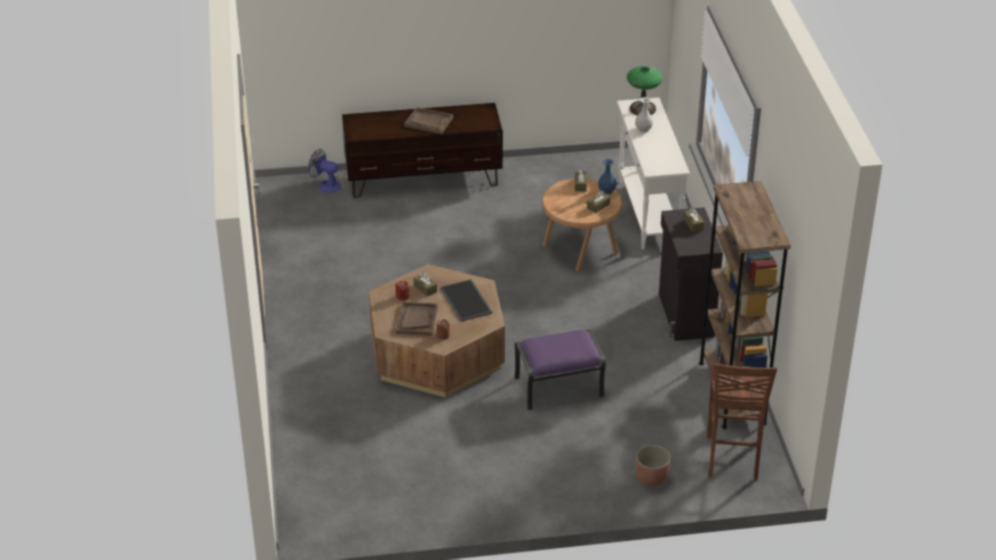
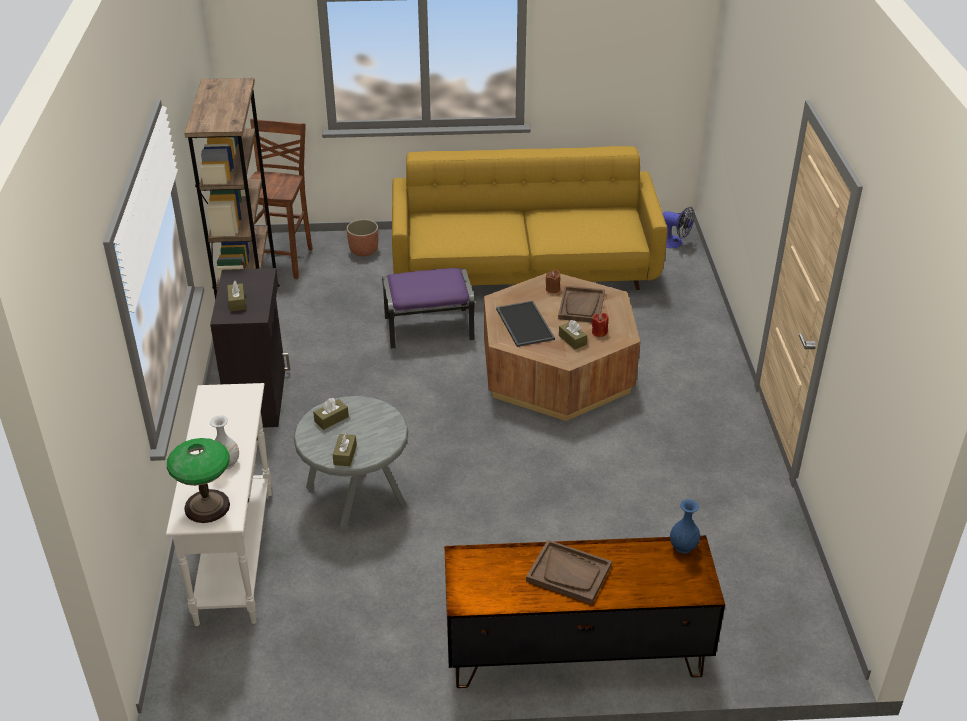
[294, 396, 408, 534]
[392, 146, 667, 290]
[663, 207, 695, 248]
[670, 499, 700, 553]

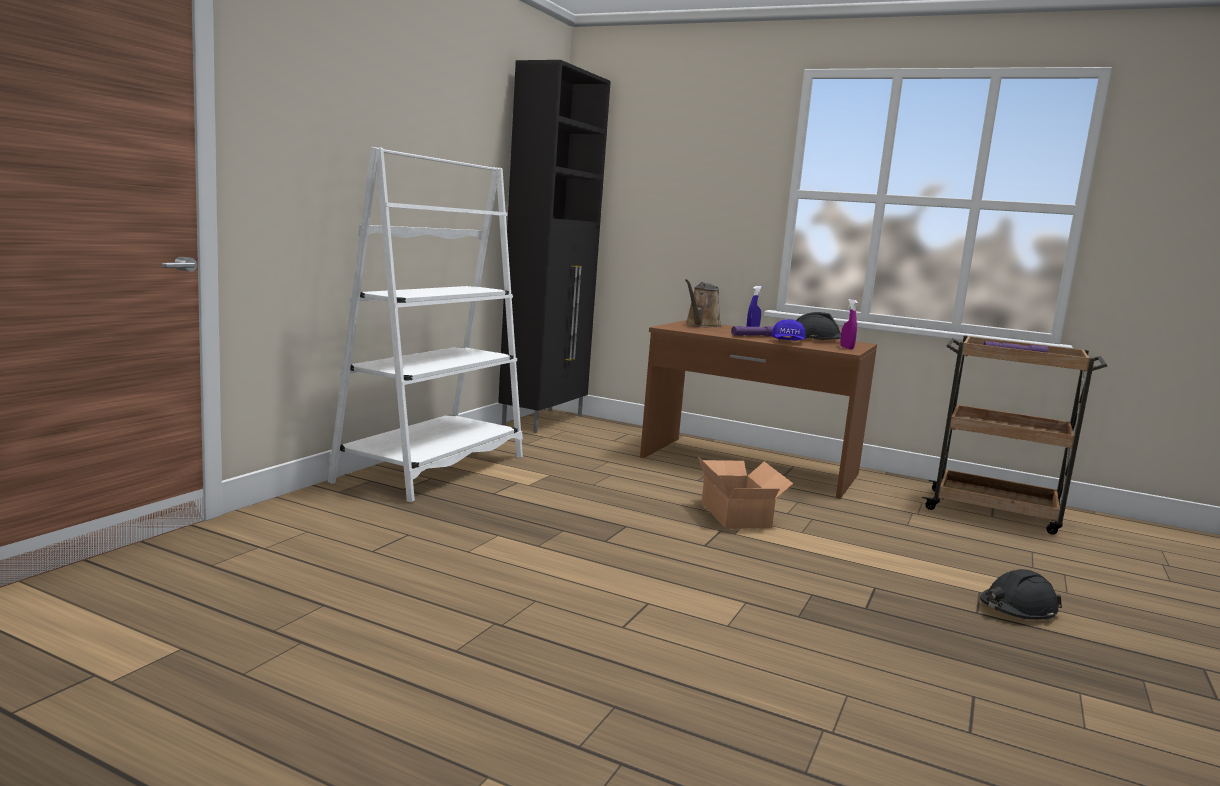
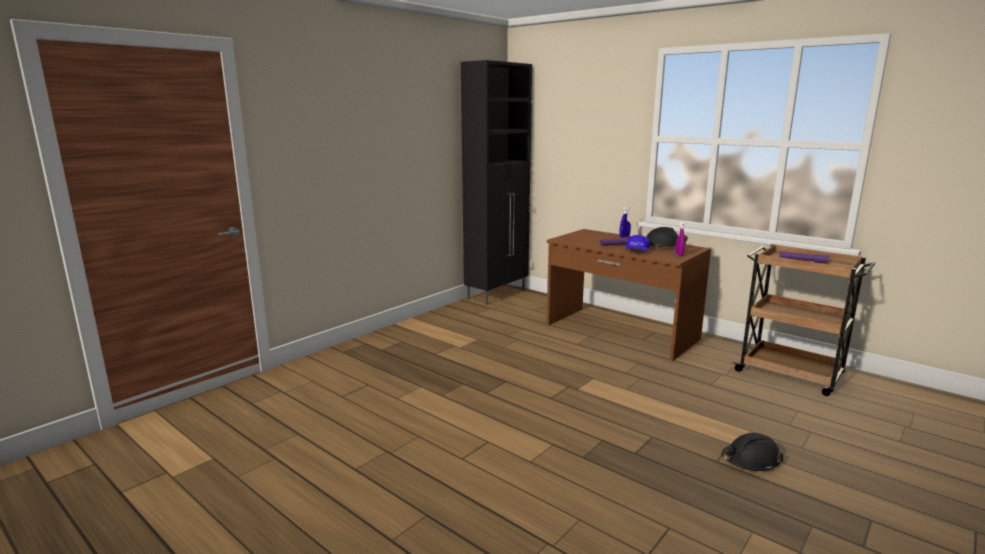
[328, 147, 523, 502] (first image)
[685, 279, 722, 327] (first image)
[698, 457, 793, 528] (first image)

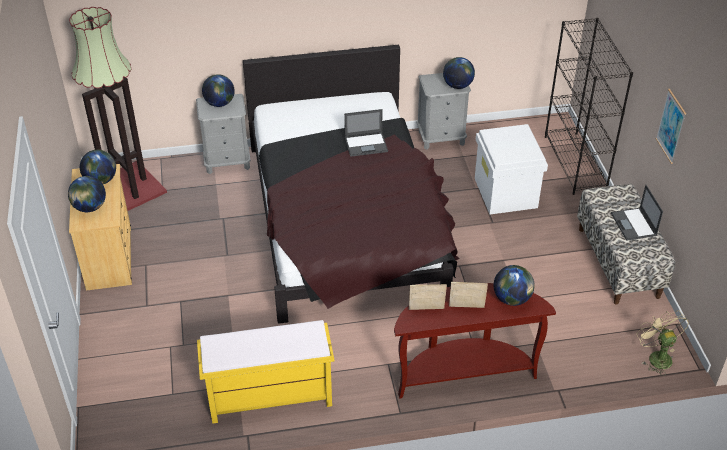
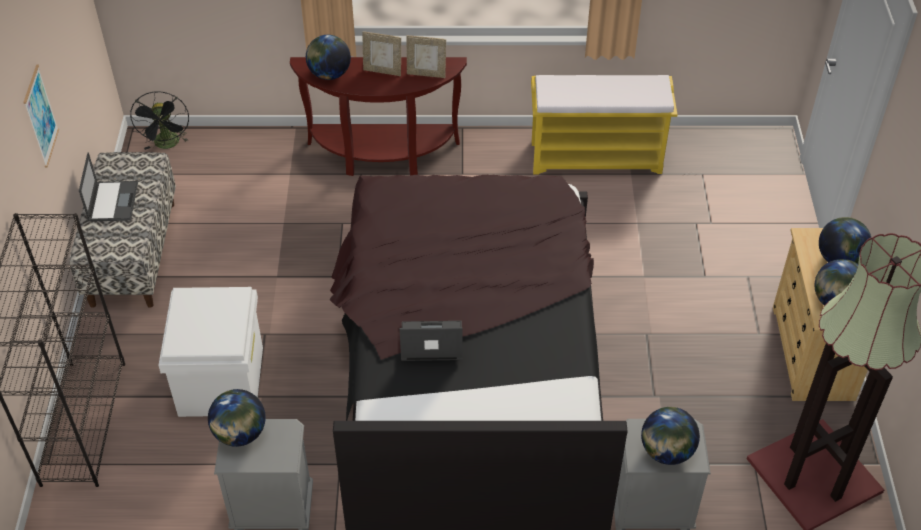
[130, 91, 189, 150]

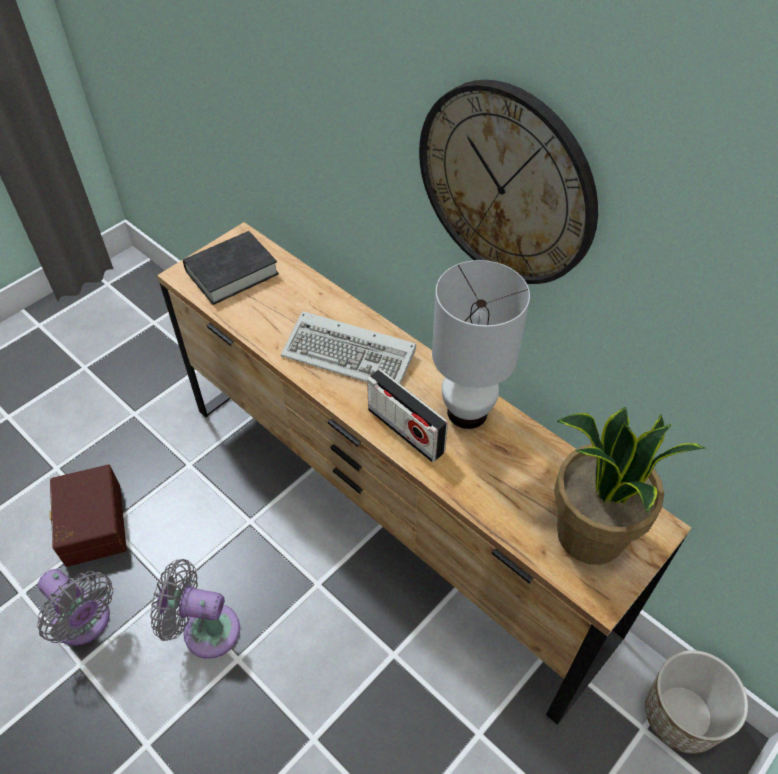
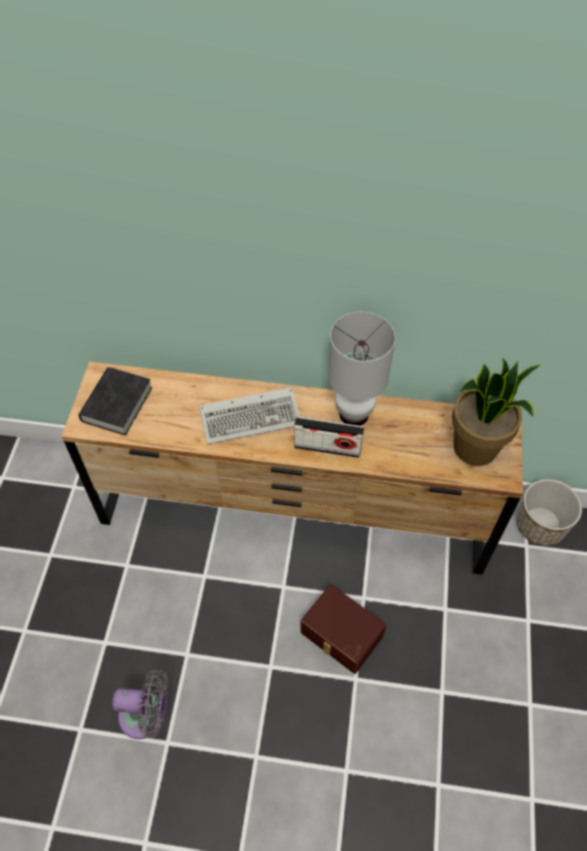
[300, 584, 386, 674]
[150, 559, 240, 659] (first image)
[419, 80, 598, 284] (first image)

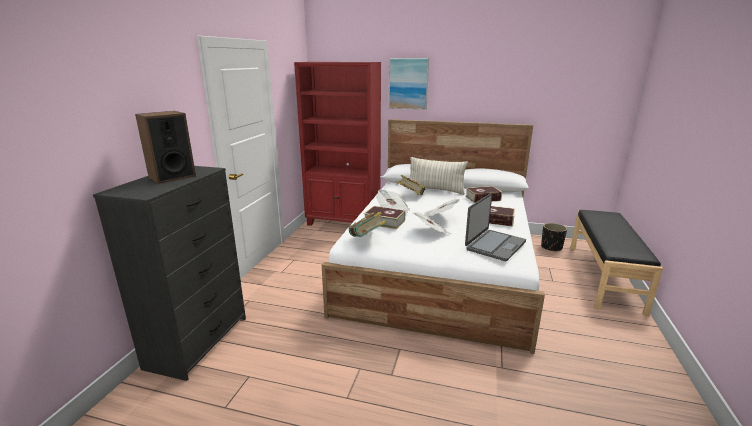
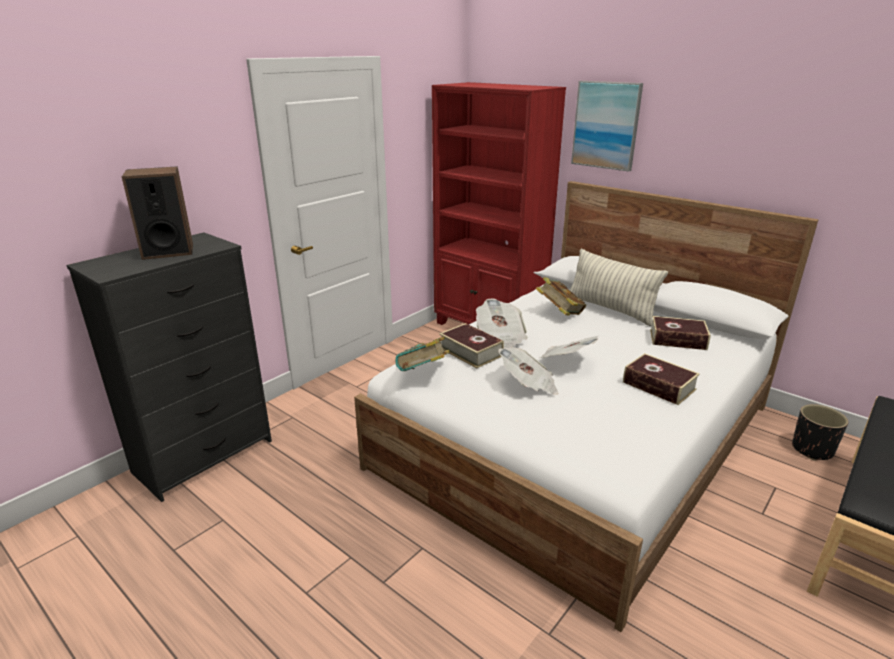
[465, 193, 526, 261] (first image)

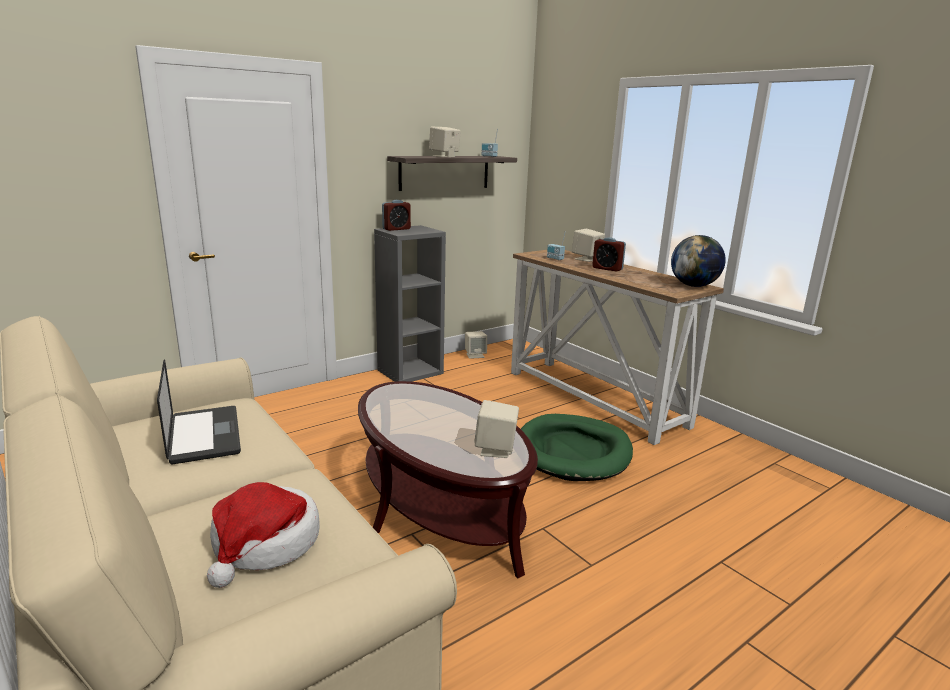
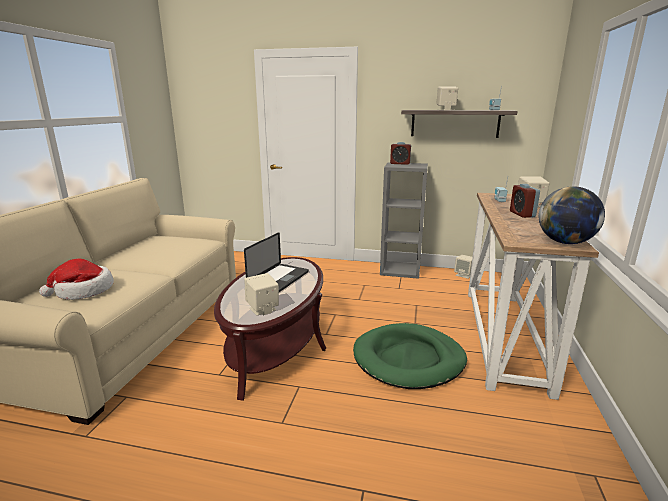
[244, 233, 309, 292]

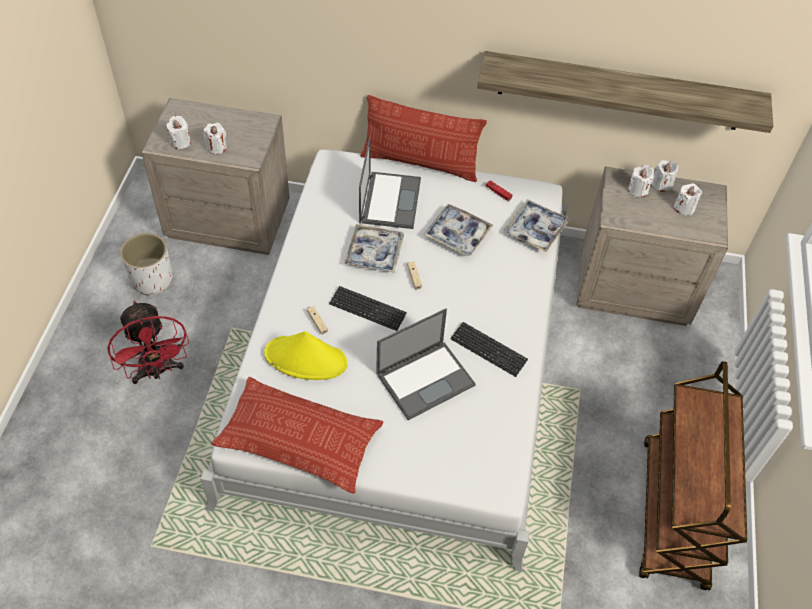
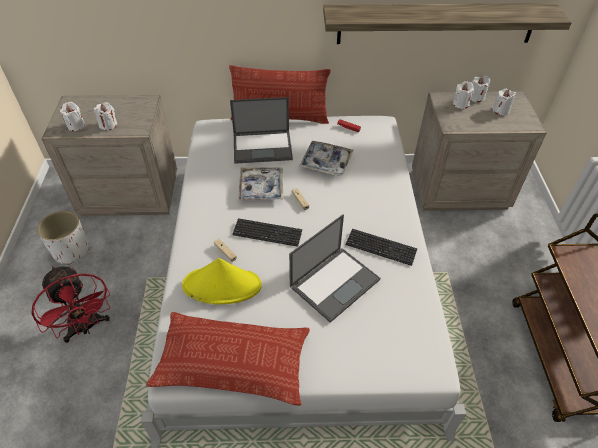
[230, 97, 293, 164]
[503, 199, 570, 252] (first image)

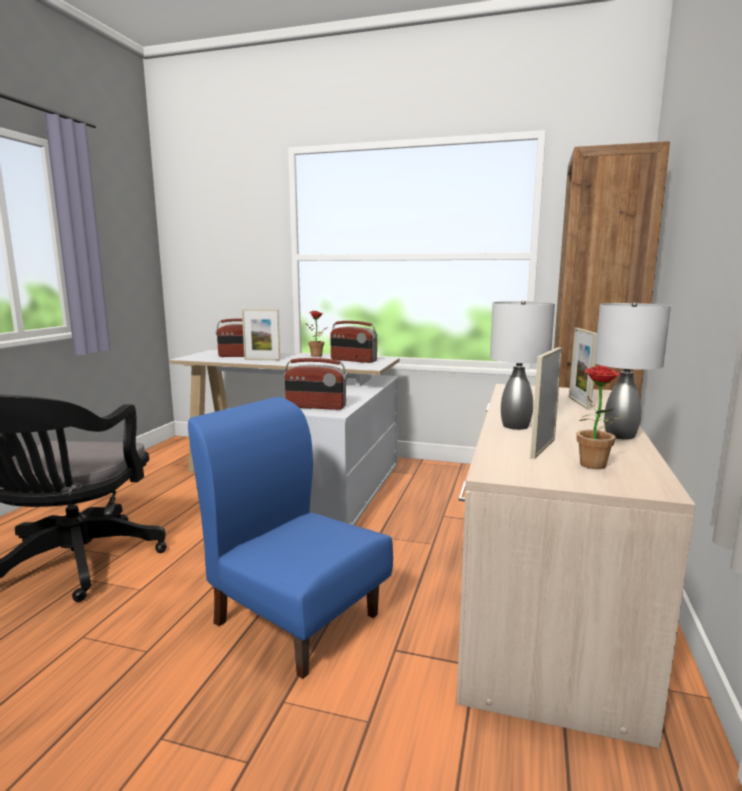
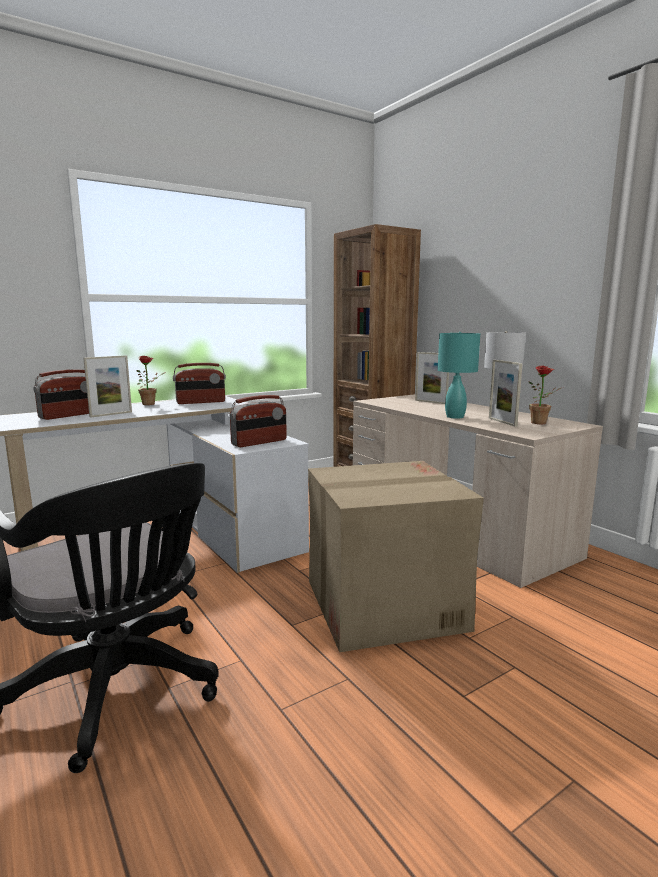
[308, 461, 484, 652]
[438, 332, 480, 419]

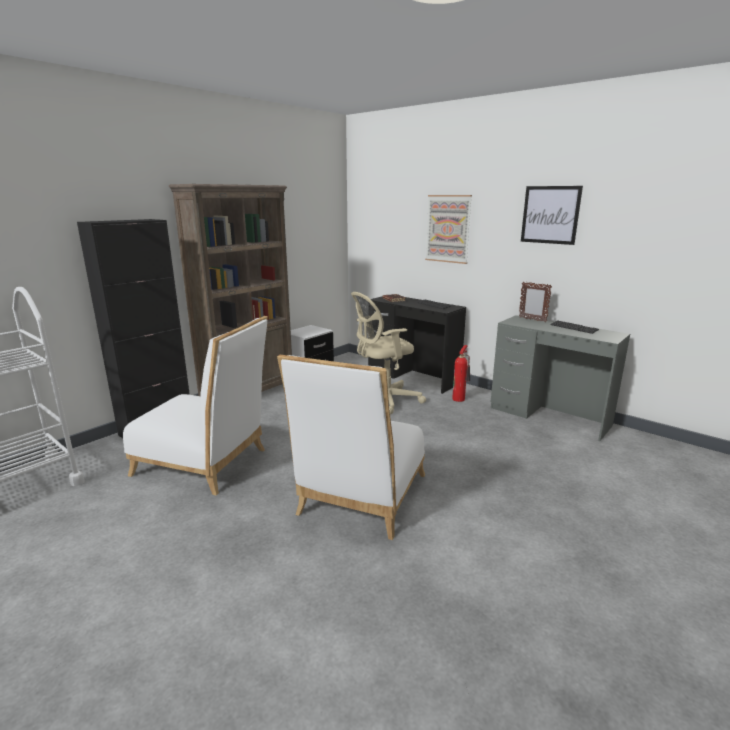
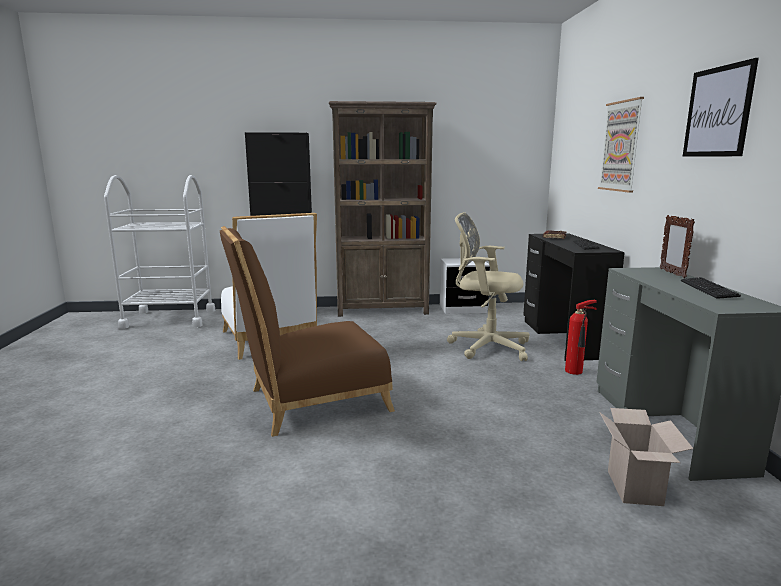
[220, 226, 395, 437]
[599, 408, 693, 506]

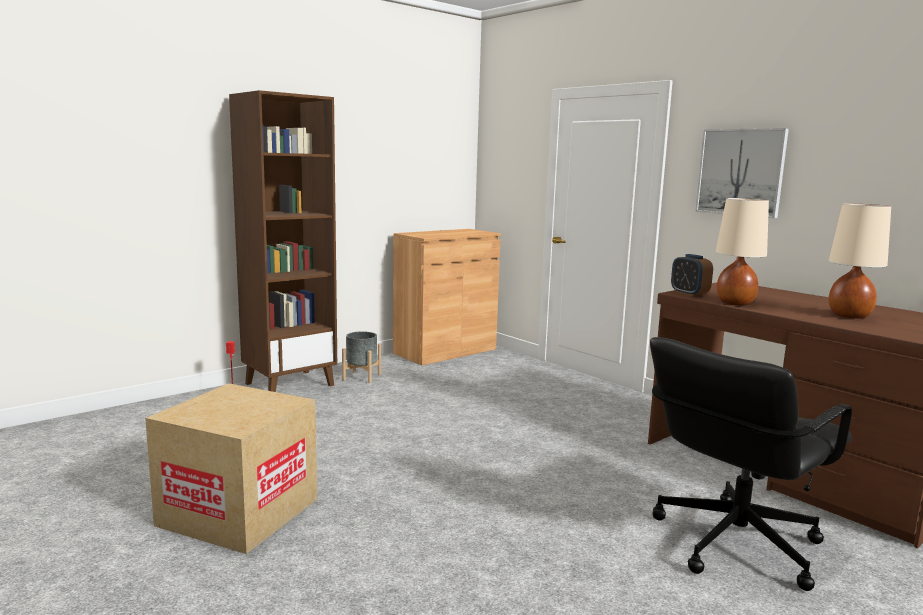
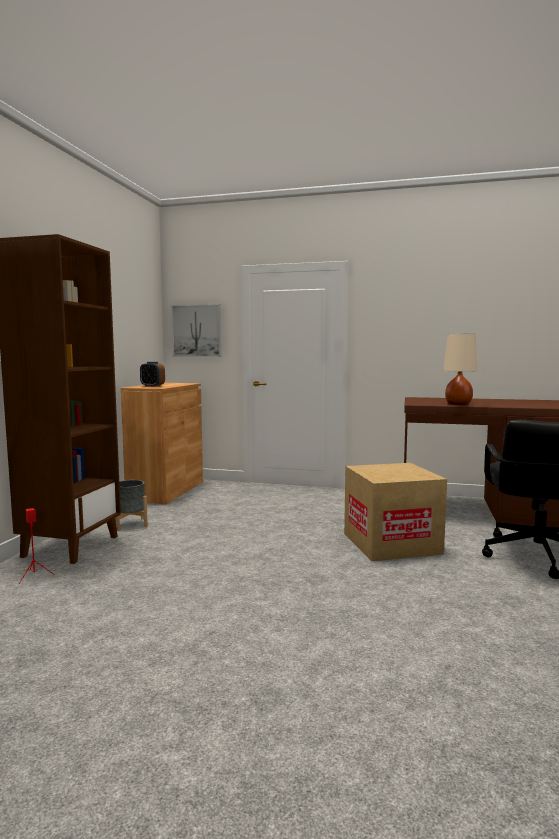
[140, 362, 165, 387]
[172, 304, 222, 357]
[344, 463, 447, 561]
[828, 203, 891, 319] (first image)

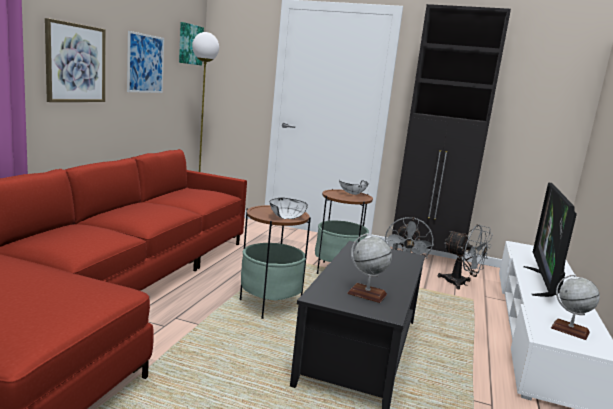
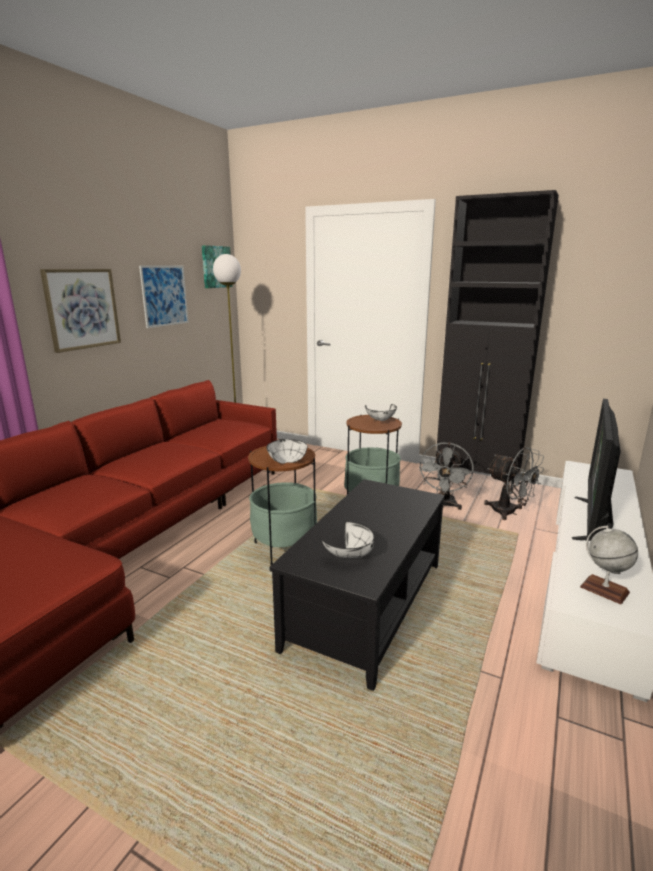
[322, 522, 374, 558]

